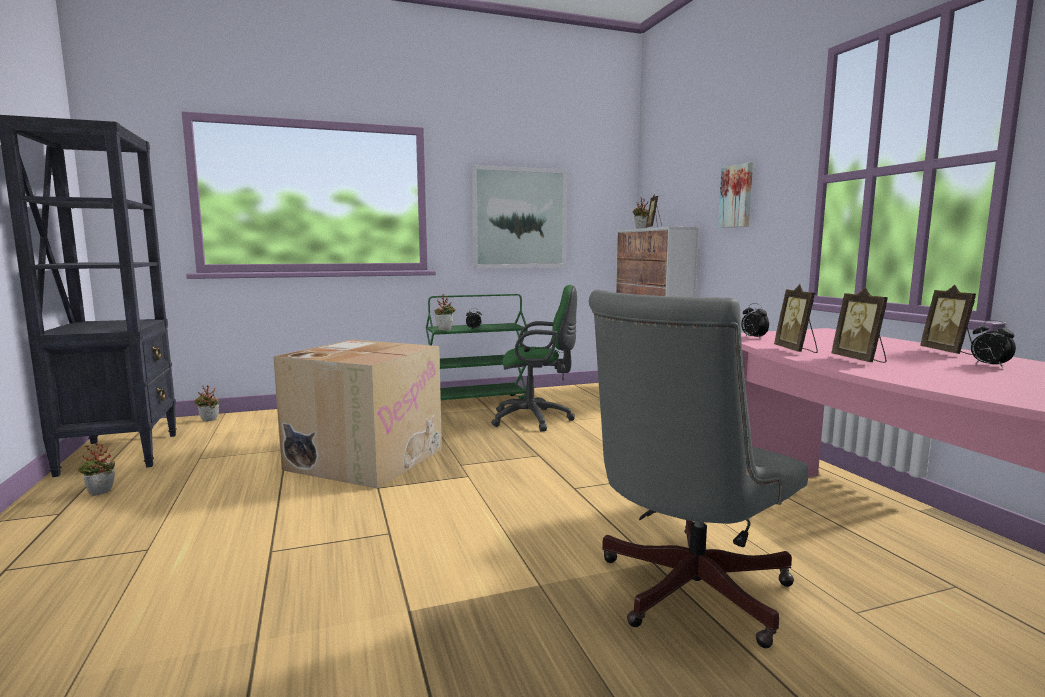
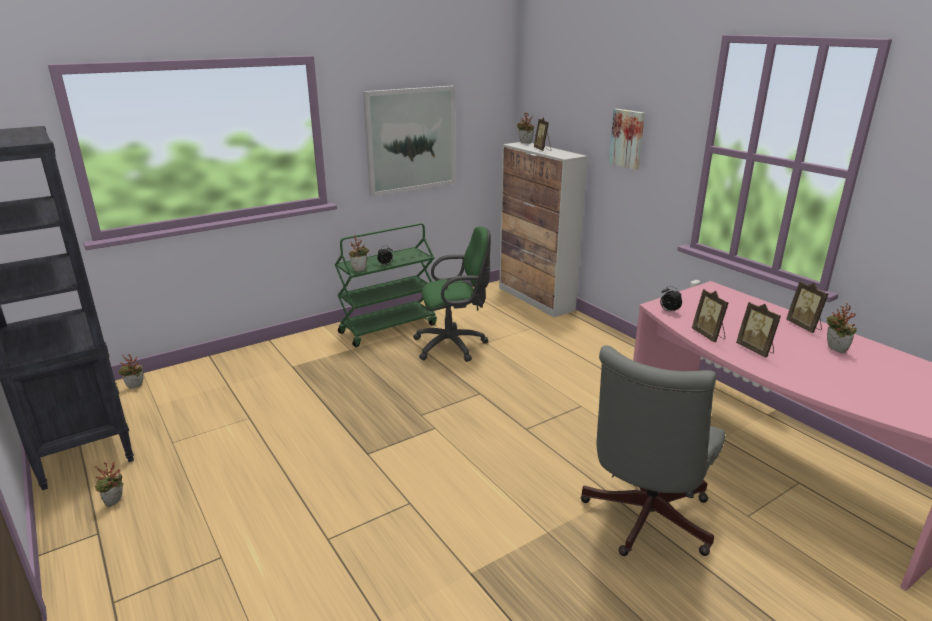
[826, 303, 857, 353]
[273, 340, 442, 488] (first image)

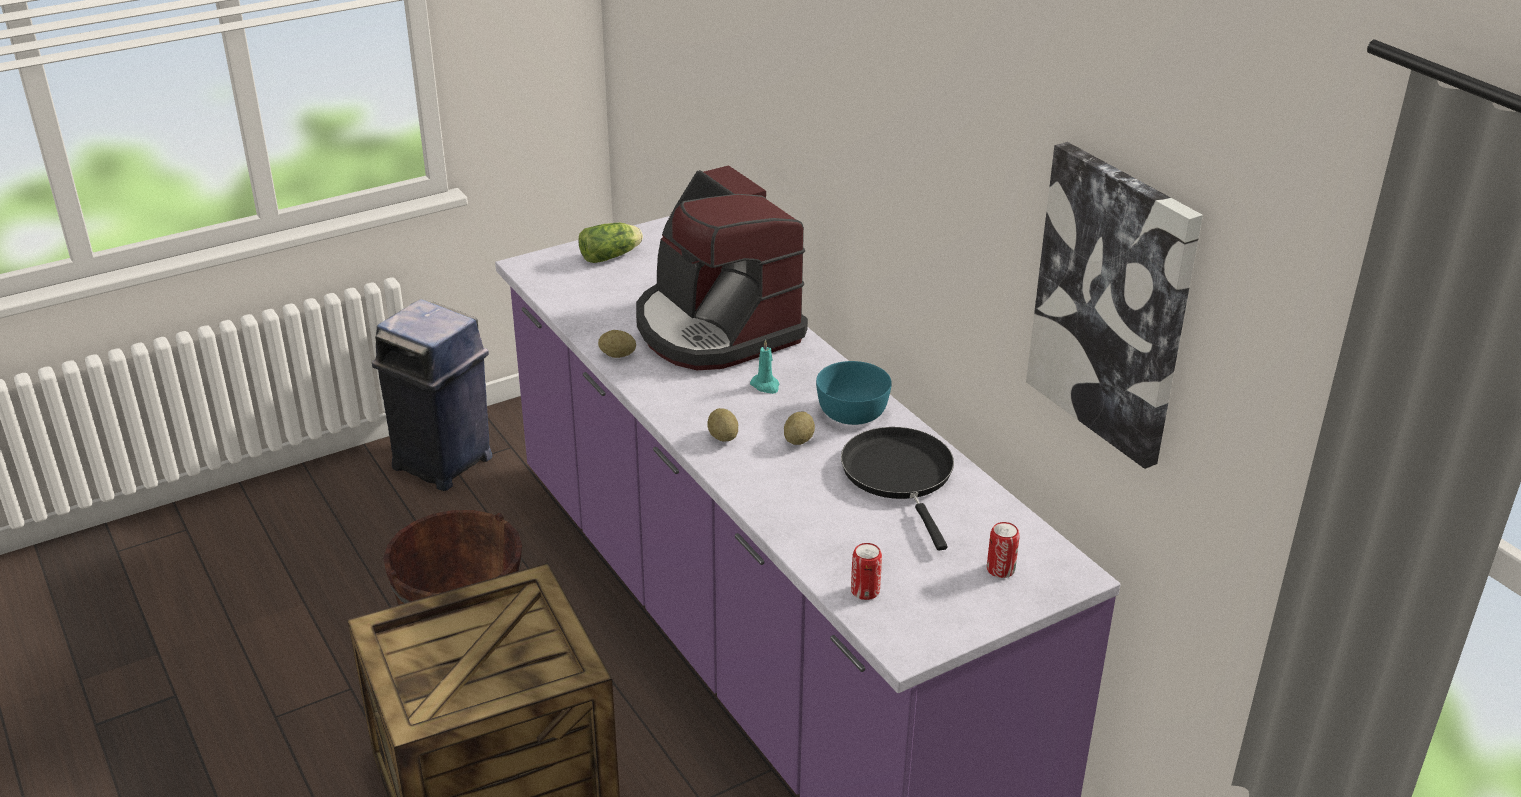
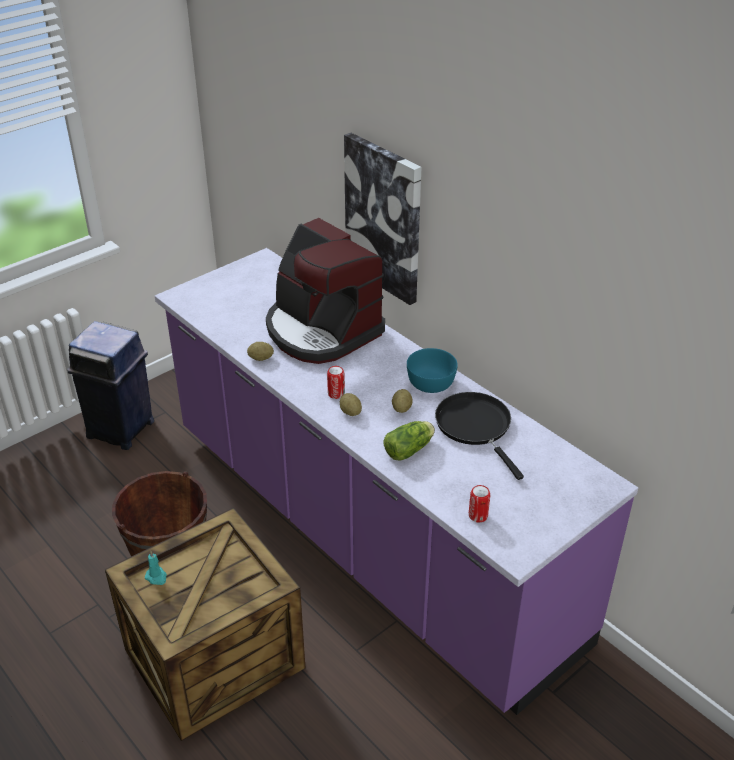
[145, 551, 167, 585]
[327, 366, 345, 399]
[344, 133, 422, 305]
[383, 421, 435, 461]

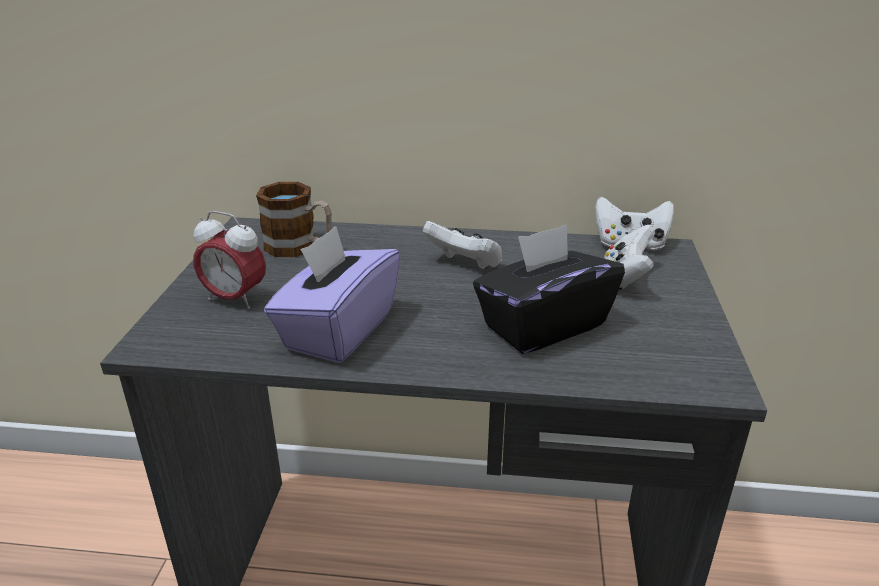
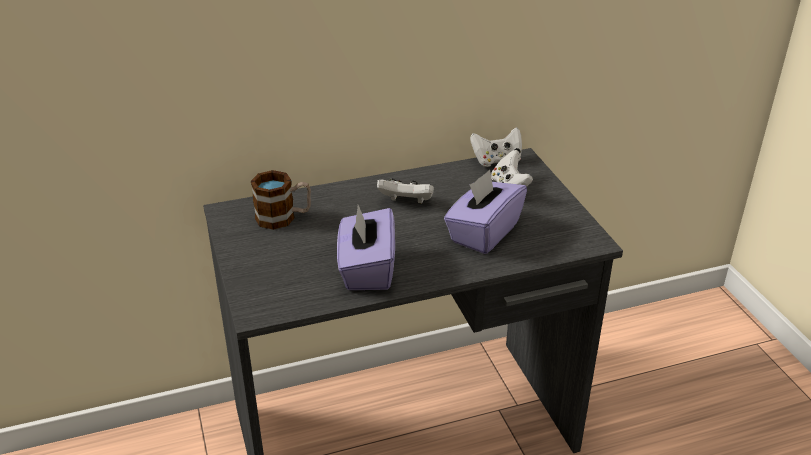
[444, 169, 527, 254]
[193, 211, 266, 309] (first image)

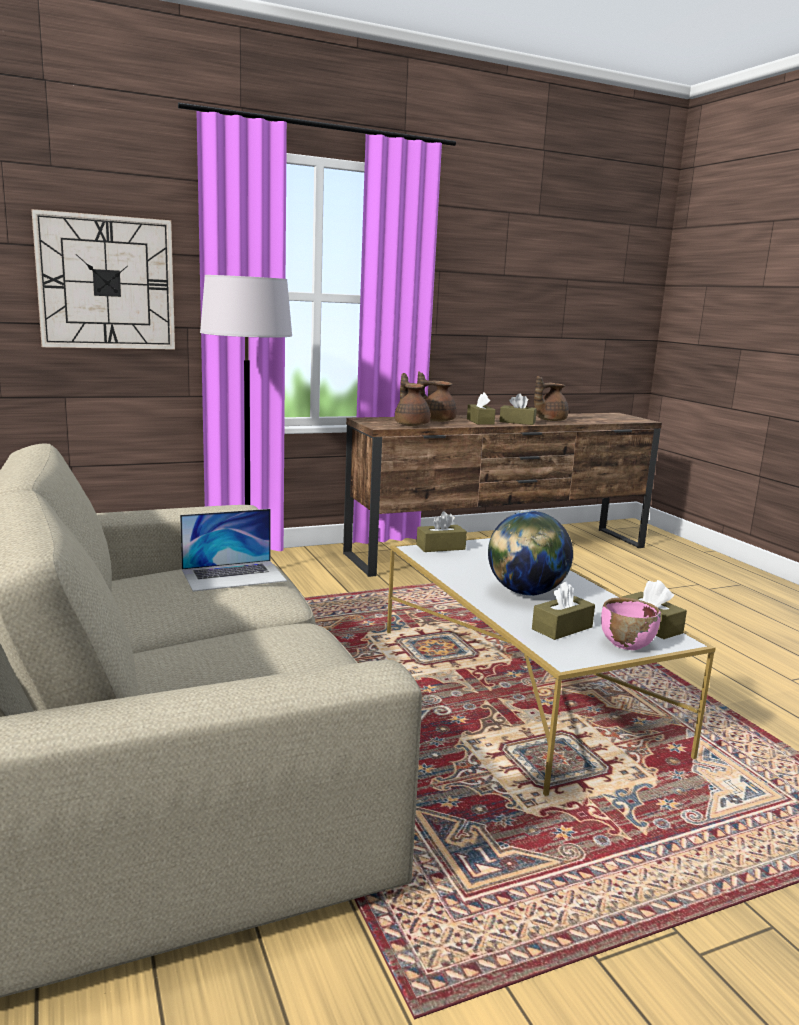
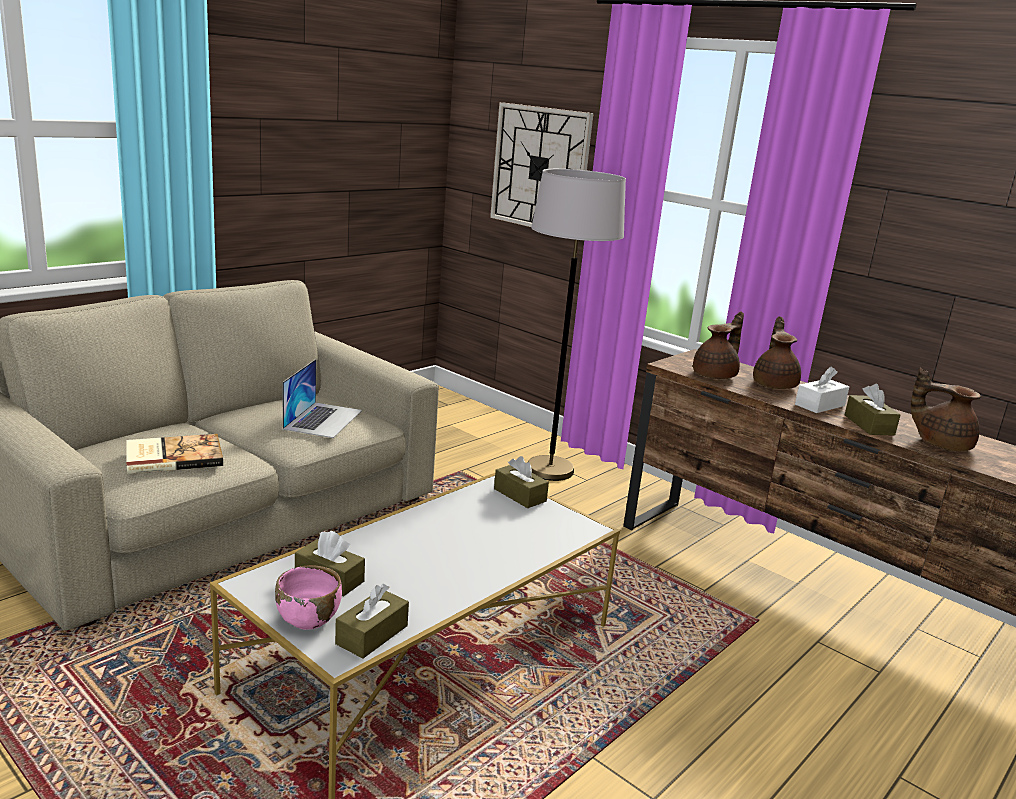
[127, 434, 223, 474]
[282, 359, 362, 438]
[795, 367, 849, 413]
[488, 511, 573, 596] (first image)

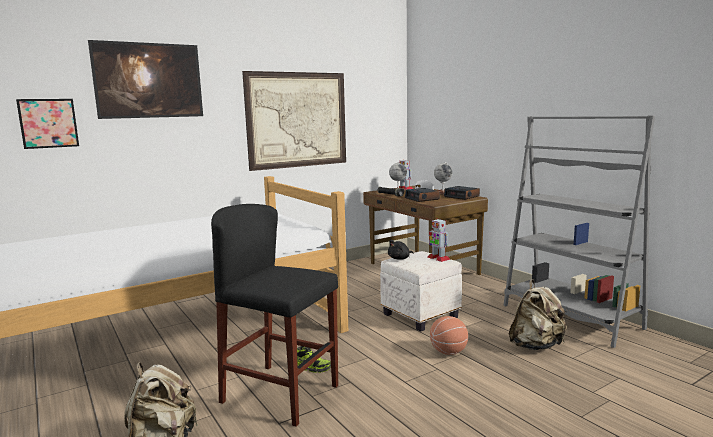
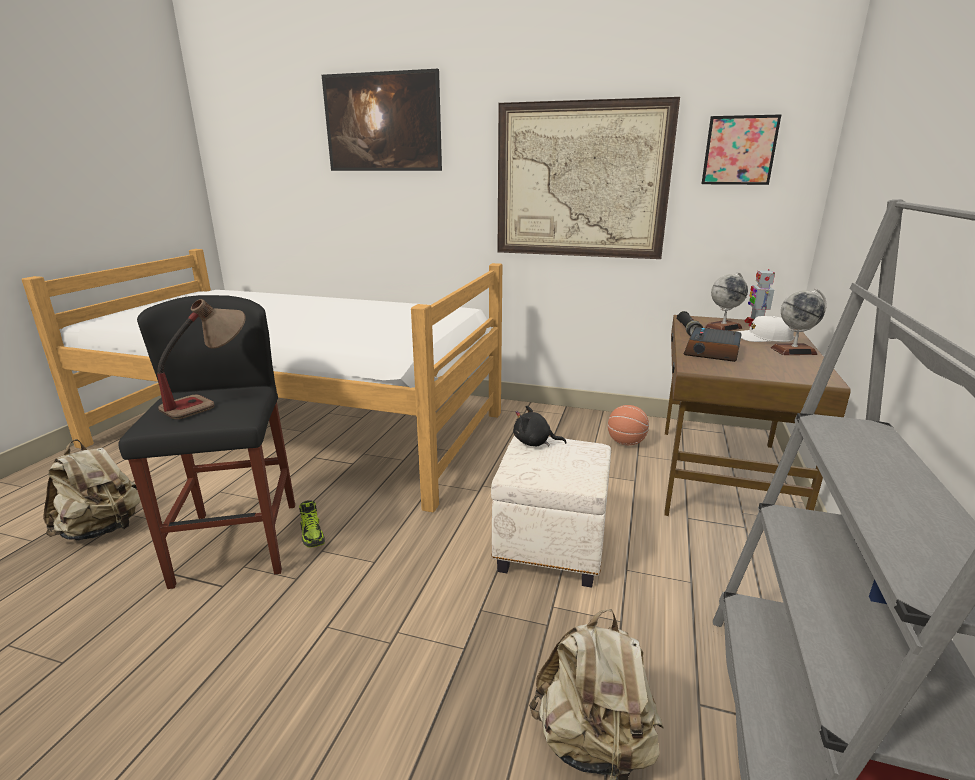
[157, 299, 246, 419]
[608, 405, 649, 445]
[702, 114, 782, 185]
[428, 218, 451, 262] (first image)
[444, 186, 480, 200] (first image)

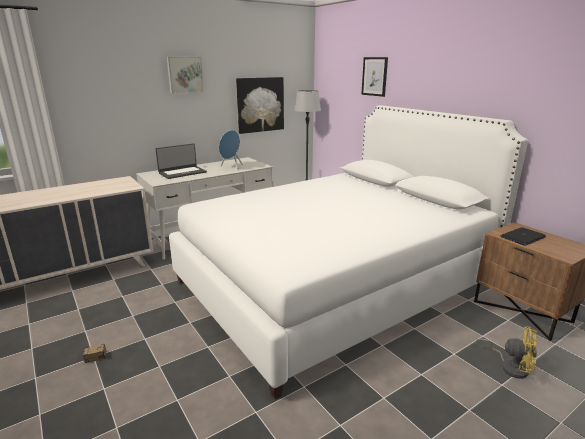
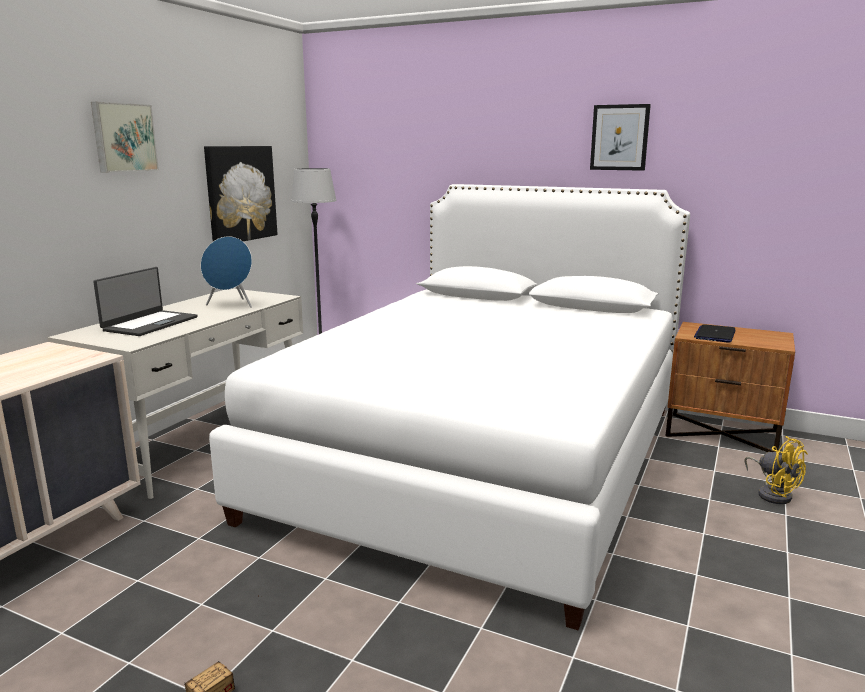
[590, 104, 651, 171]
[744, 436, 808, 504]

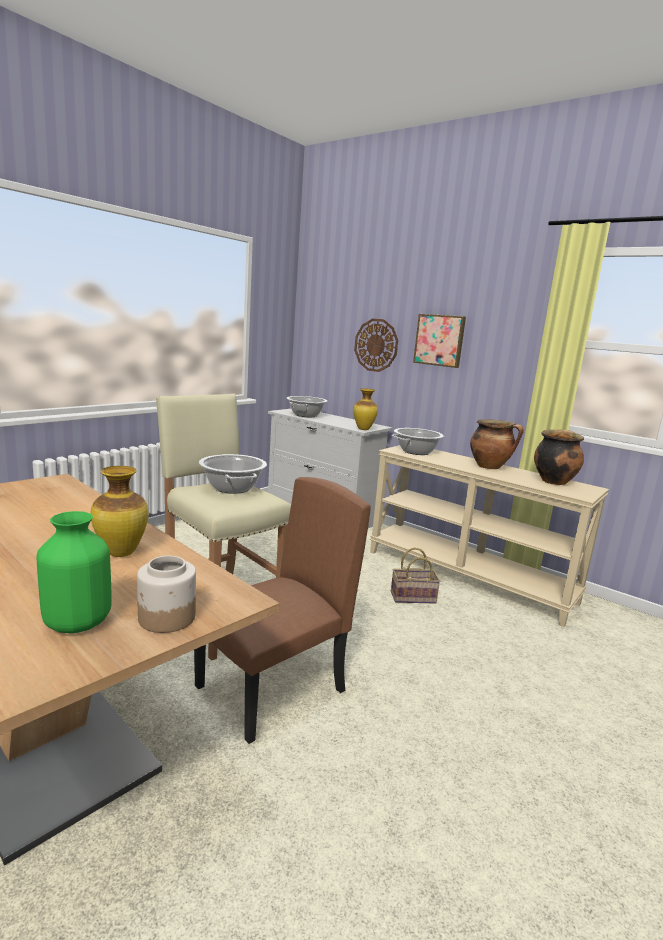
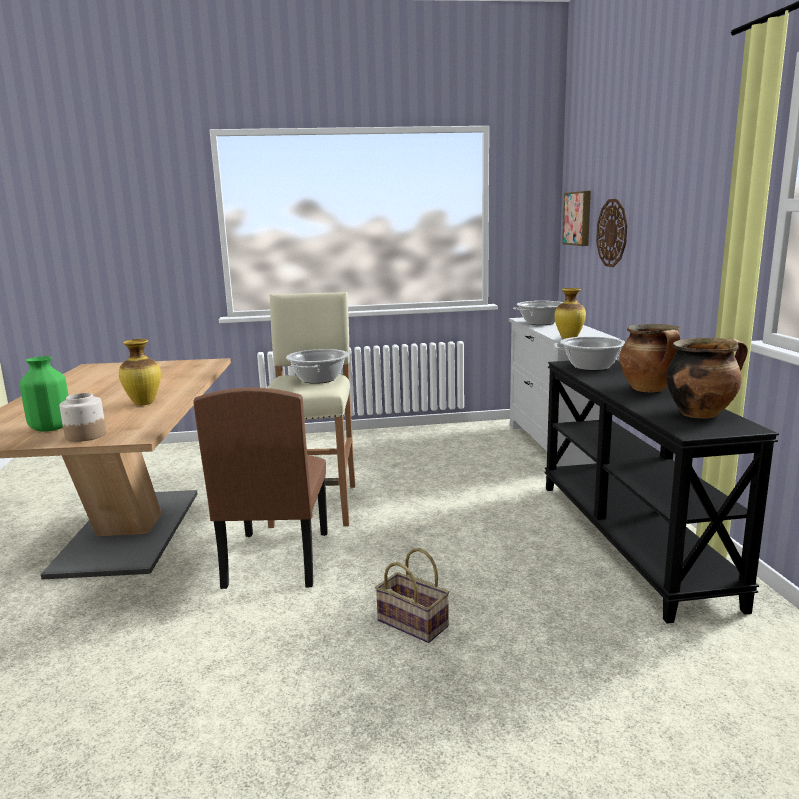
[193, 387, 328, 589]
[375, 548, 449, 643]
[544, 360, 779, 624]
[562, 191, 591, 246]

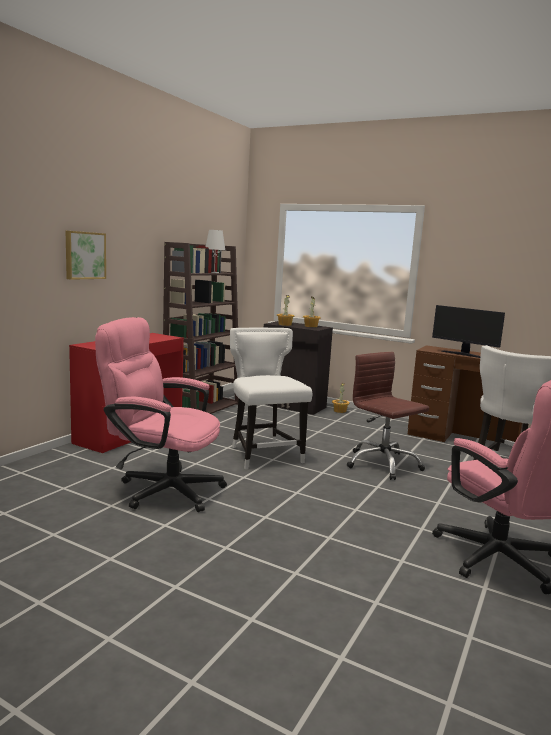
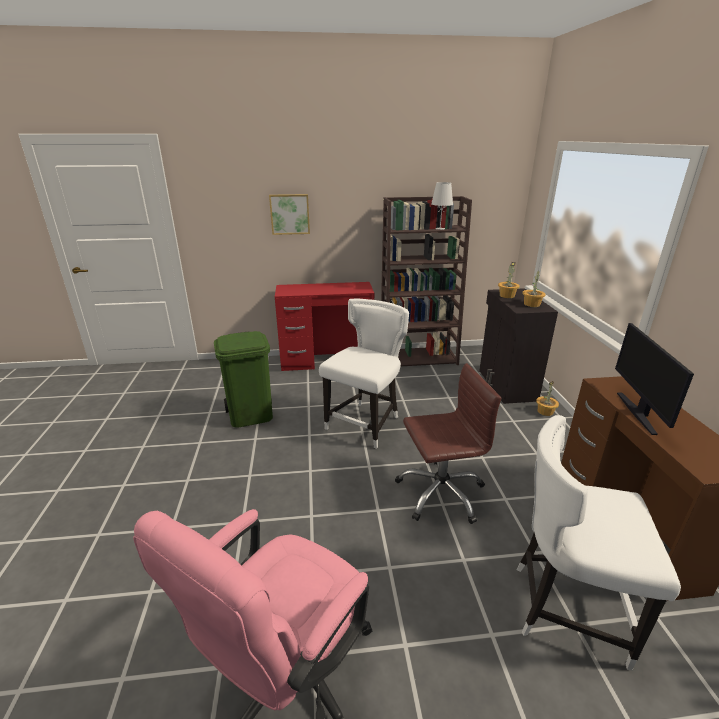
[214, 331, 273, 428]
[395, 363, 501, 524]

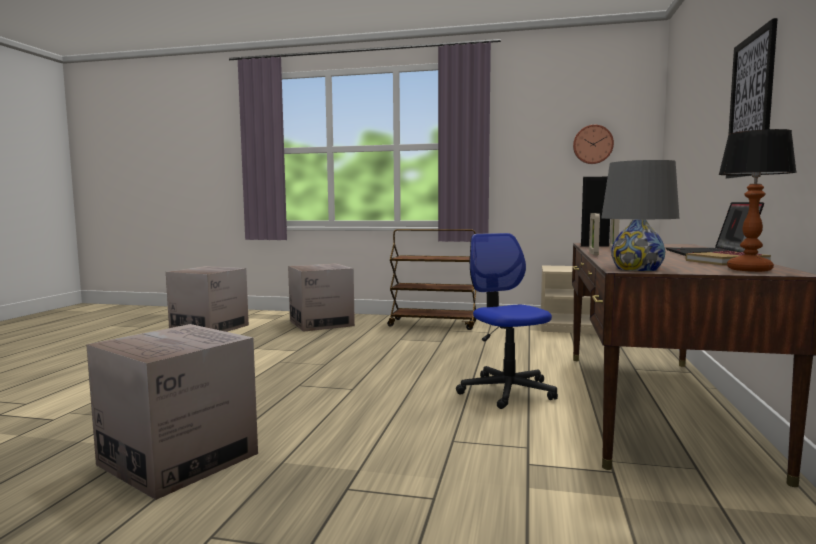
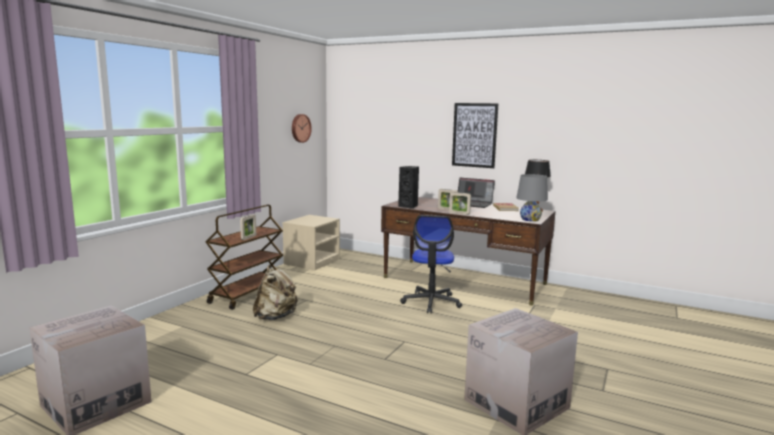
[240, 214, 256, 240]
[253, 265, 298, 320]
[400, 215, 462, 313]
[288, 263, 355, 332] (first image)

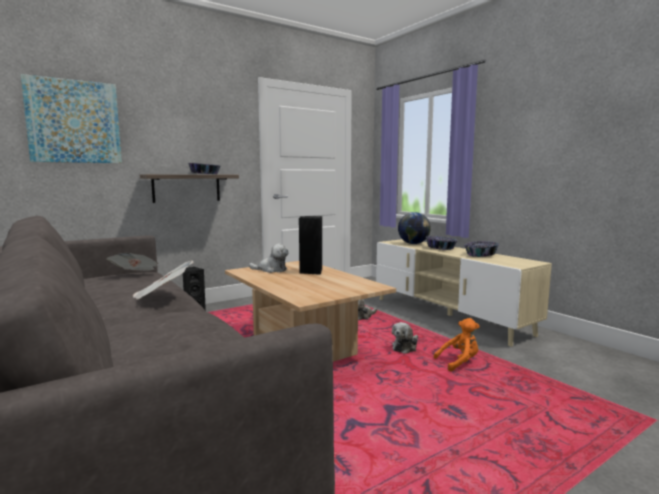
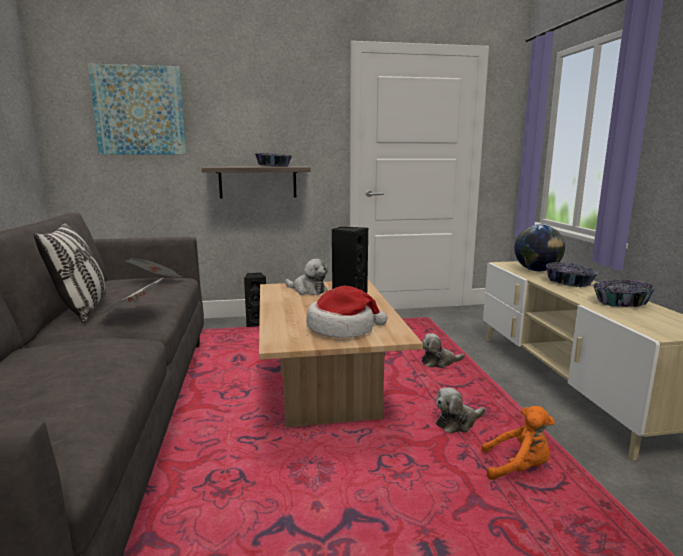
[34, 222, 106, 323]
[306, 286, 387, 338]

